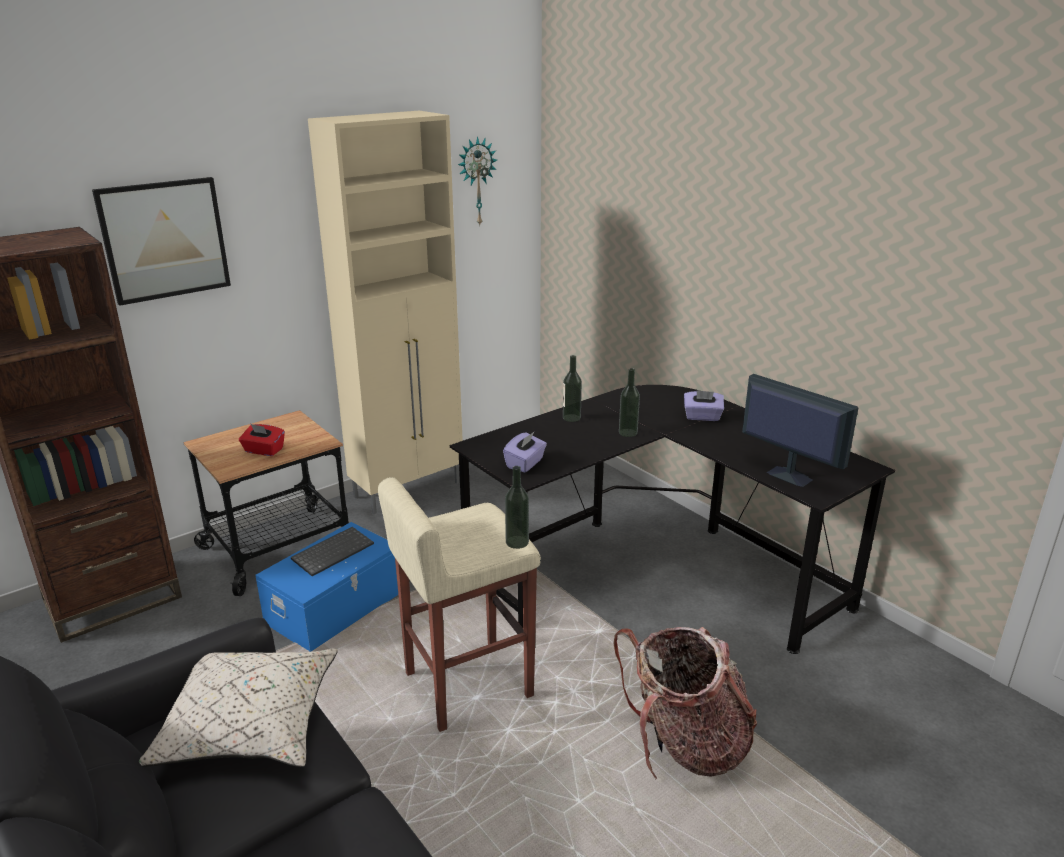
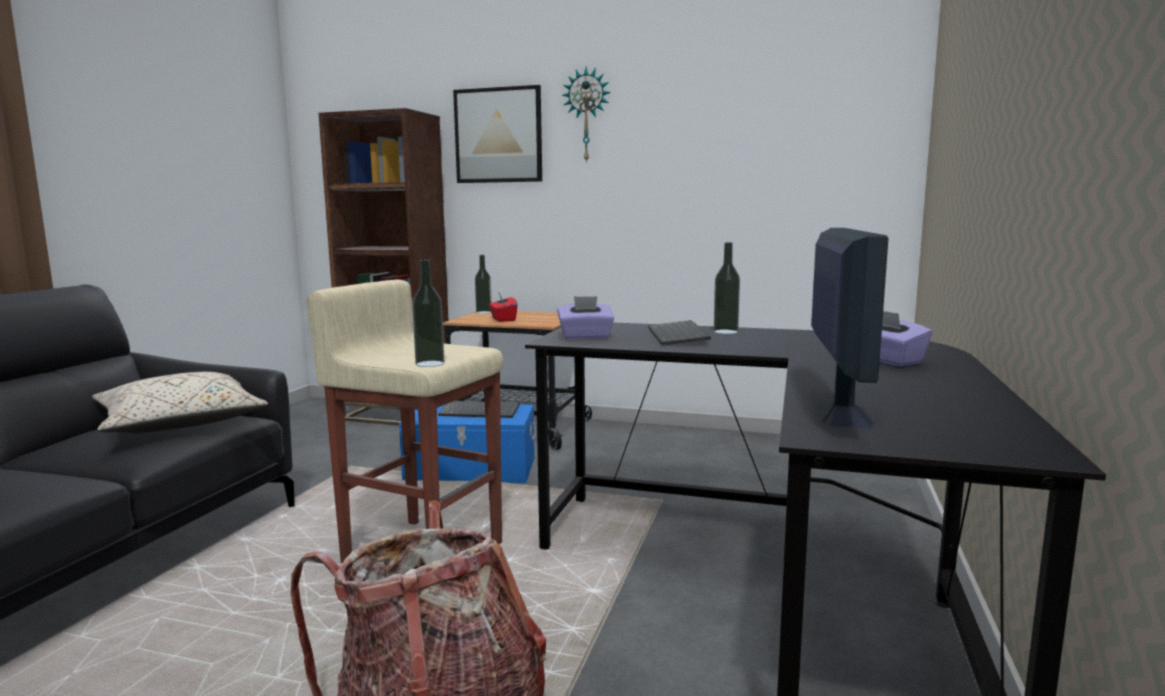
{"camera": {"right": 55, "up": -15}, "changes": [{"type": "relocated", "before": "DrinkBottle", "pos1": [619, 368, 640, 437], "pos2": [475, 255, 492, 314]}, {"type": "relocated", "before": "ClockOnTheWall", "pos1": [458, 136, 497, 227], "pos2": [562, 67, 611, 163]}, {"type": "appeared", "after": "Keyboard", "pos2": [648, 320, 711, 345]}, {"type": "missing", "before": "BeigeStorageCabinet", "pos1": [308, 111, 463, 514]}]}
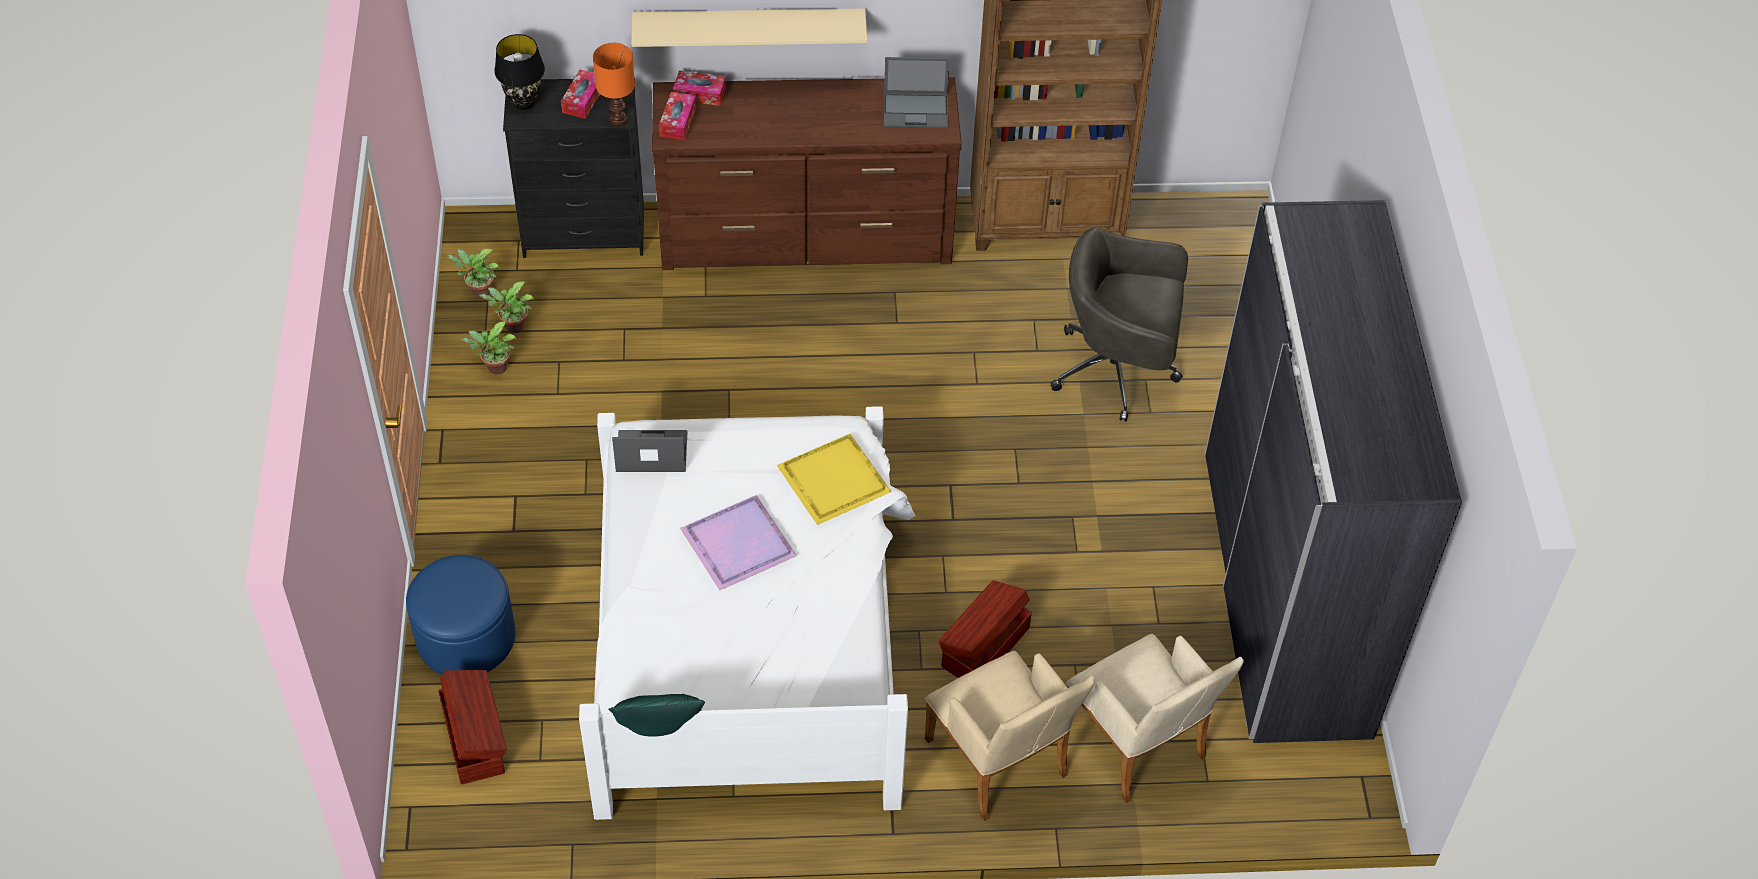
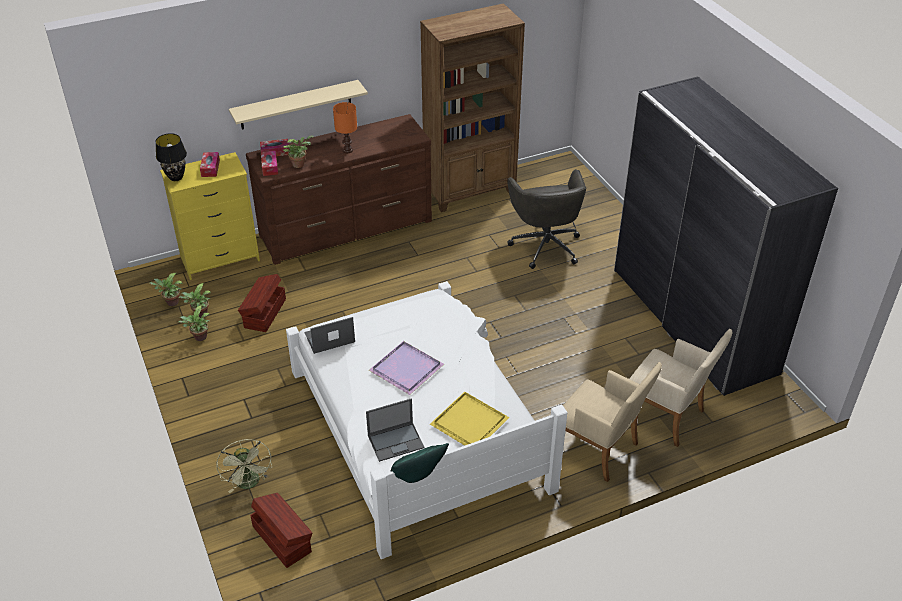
{"camera": {"right": -20, "up": -10}, "changes": [{"type": "colour", "before": "BlackDrawerChest", "after": "YellowDrawerChest", "pos1": [503, 79, 644, 258], "pos2": [160, 152, 260, 280]}, {"type": "exchanged", "before": "BlueColouredPouffe", "after": "GreenishCoolingFan", "pos1": [406, 555, 515, 675], "pos2": [216, 439, 272, 493]}, {"type": "relocated", "before": "BrownColouredStorageBox", "pos1": [939, 580, 1032, 678], "pos2": [238, 274, 286, 332]}, {"type": "appeared", "after": "PlantInAPot", "pos2": [283, 136, 314, 168]}, {"type": "relocated", "before": "OrangeTableLamp", "pos1": [593, 43, 635, 126], "pos2": [333, 102, 357, 153]}, {"type": "relocated", "before": "NotebookComputer", "pos1": [884, 57, 950, 128], "pos2": [366, 398, 425, 462]}, {"type": "relocated", "before": "YellowTray", "pos1": [777, 434, 892, 525], "pos2": [430, 392, 509, 446]}, {"type": "spun", "before": "GreyishOfficeChair", "pos1": [1051, 227, 1188, 421], "pos2": [507, 169, 586, 269], "turn": -90}]}
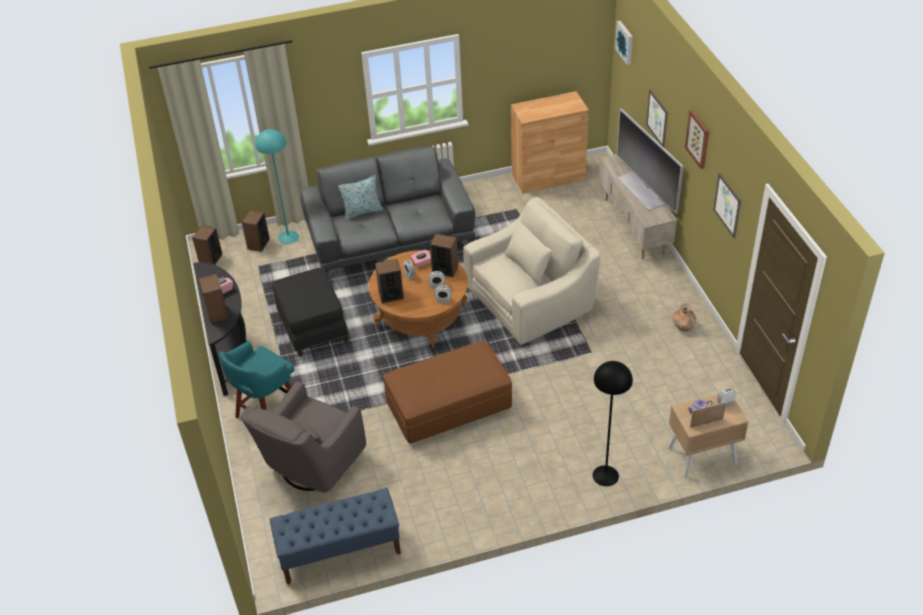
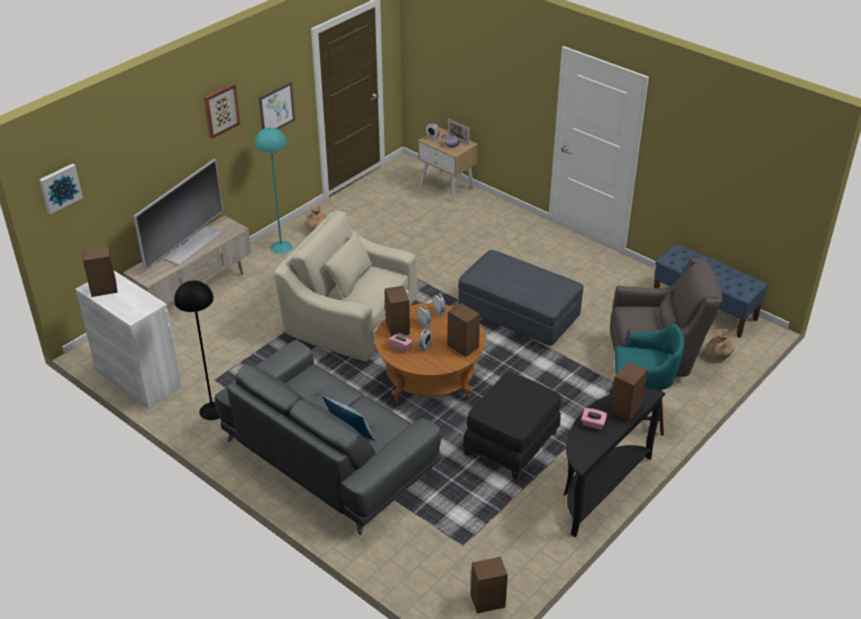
{"camera": {"right": -125, "up": -5}, "changes": [{"type": "colour", "before": "BrownColouredStorageCabinet", "after": "WhitishStorageCabinet", "pos1": [511, 91, 589, 193], "pos2": [75, 271, 182, 409]}, {"type": "relocated", "before": "AudioSpeaker", "pos1": [242, 210, 270, 252], "pos2": [82, 245, 118, 297]}, {"type": "relocated", "before": "BlackStandingLamp", "pos1": [593, 361, 633, 486], "pos2": [174, 280, 220, 420]}, {"type": "relocated", "before": "TurquoiseColouredStandingLamp", "pos1": [255, 129, 299, 244], "pos2": [255, 127, 292, 254]}, {"type": "colour", "before": "BrownColouredPouffe", "after": "GreyishPouffe", "pos1": [383, 341, 512, 443], "pos2": [458, 250, 583, 346]}, {"type": "appeared", "after": "BrownColouredDecorativeVase", "pos2": [707, 329, 735, 361]}, {"type": "missing", "before": "WallPicture", "pos1": [646, 89, 668, 147]}]}
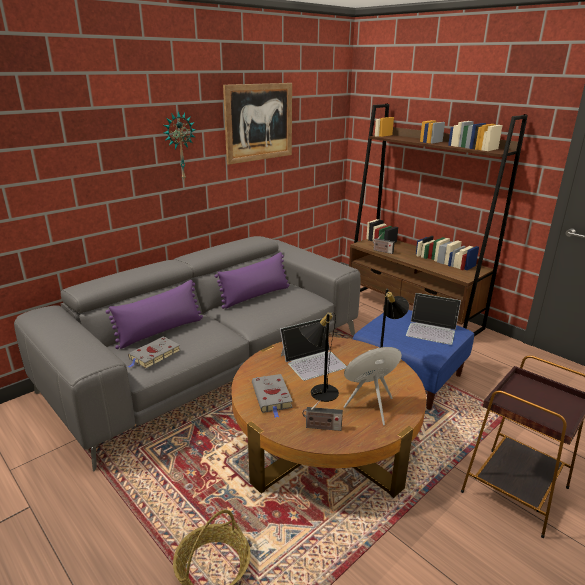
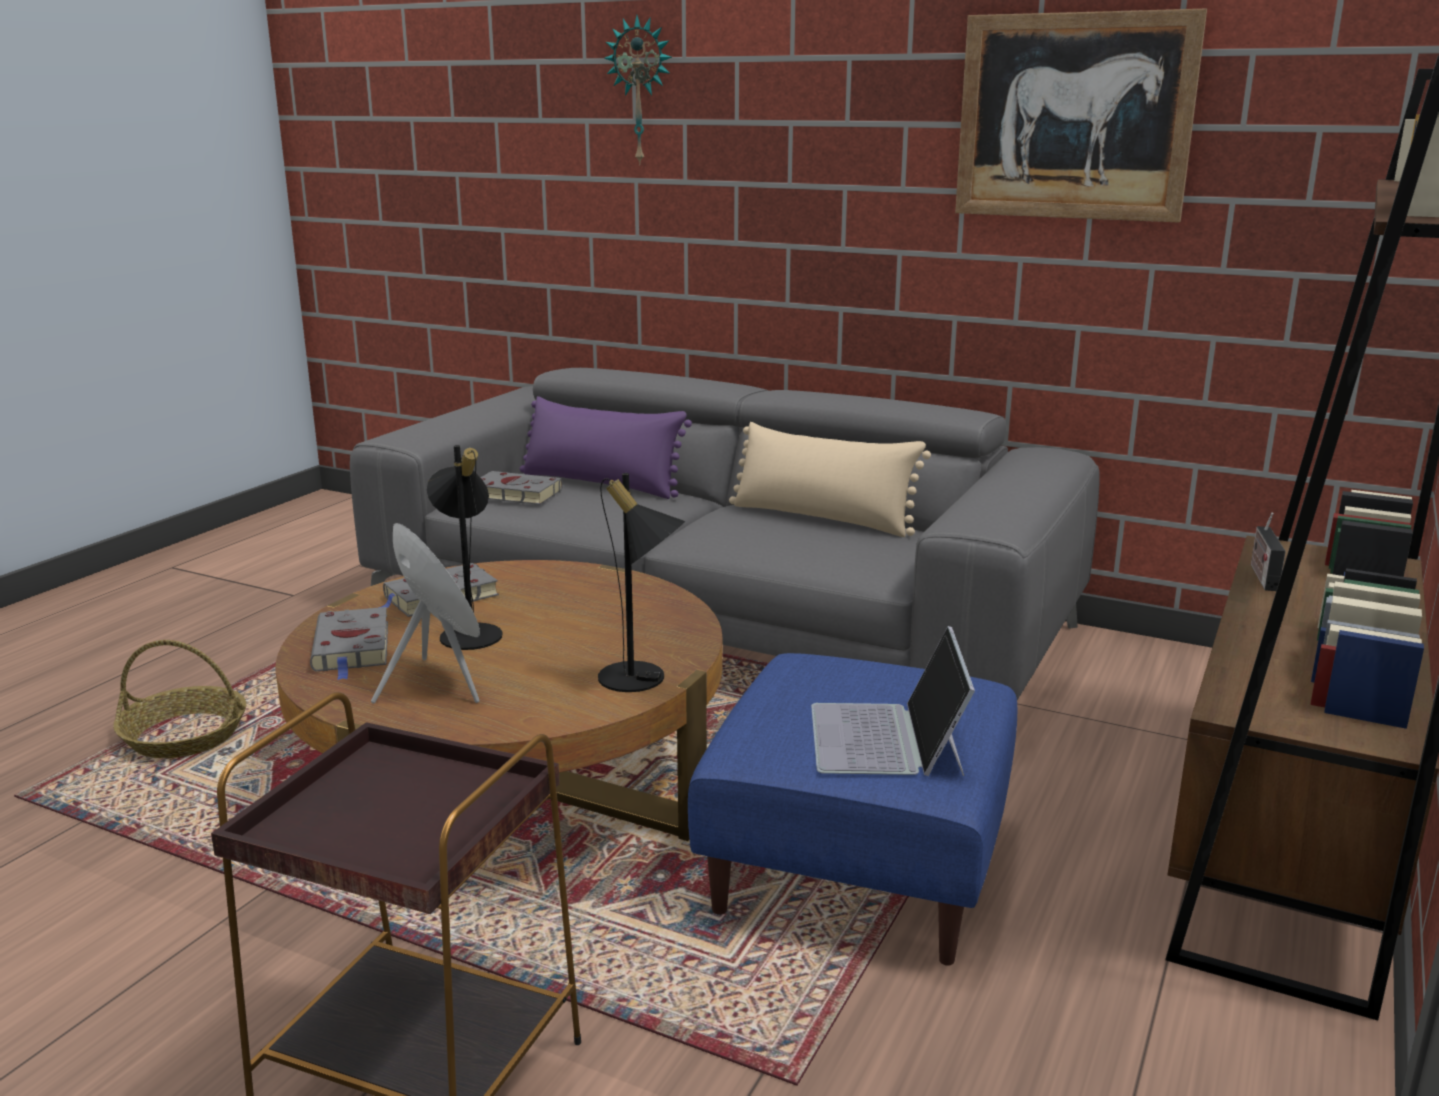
{"camera": {"right": 70, "up": -5}, "changes": [{"type": "exchanged", "before": "RadioReceiver", "after": "GreyishBoundBook", "pos1": [302, 400, 343, 431], "pos2": [310, 607, 388, 680]}, {"type": "relocated", "before": "ClockOnTheWall", "pos1": [164, 111, 196, 179], "pos2": [604, 15, 672, 165]}, {"type": "colour", "before": "PurplishCushion", "after": "BeigeCushion", "pos1": [215, 252, 289, 309], "pos2": [729, 422, 931, 537]}, {"type": "missing", "before": "NotebookComputer", "pos1": [280, 318, 347, 381]}]}
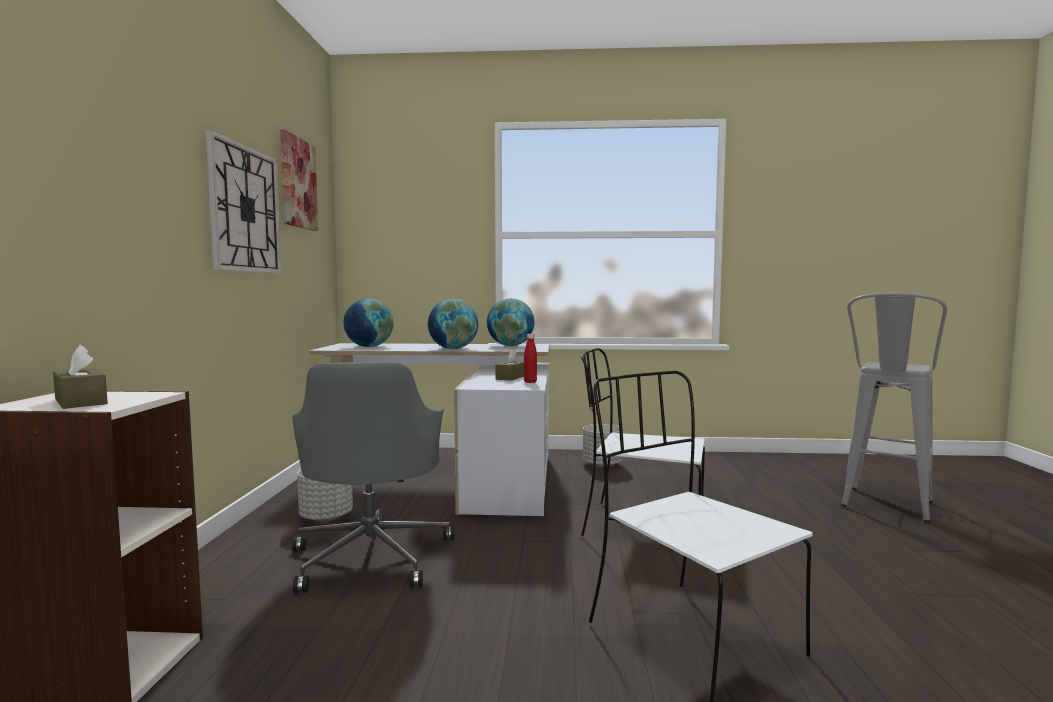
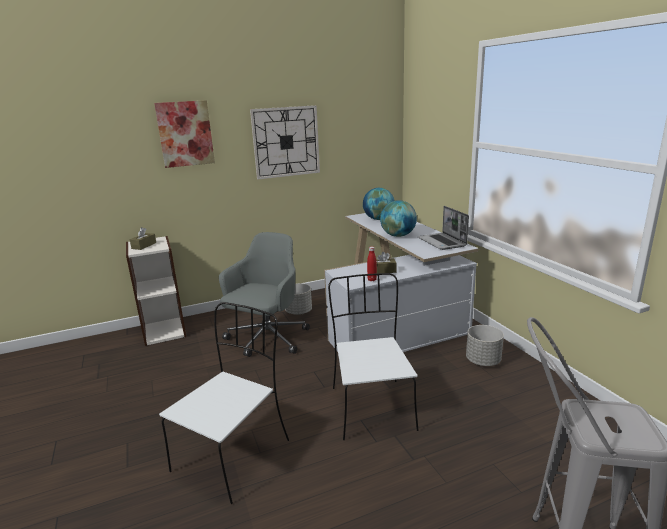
{"camera": {"right": 65, "up": 15}, "changes": [{"type": "relocated", "before": "WallPicture", "pos1": [280, 130, 318, 231], "pos2": [154, 100, 215, 168]}, {"type": "spun", "before": "GreyishOfficeChair", "pos1": [292, 362, 454, 593], "pos2": [219, 232, 310, 357], "turn": 150}, {"type": "exchanged", "before": "DeskGlobe", "after": "NotebookComputer", "pos1": [487, 298, 535, 346], "pos2": [418, 206, 469, 250]}]}
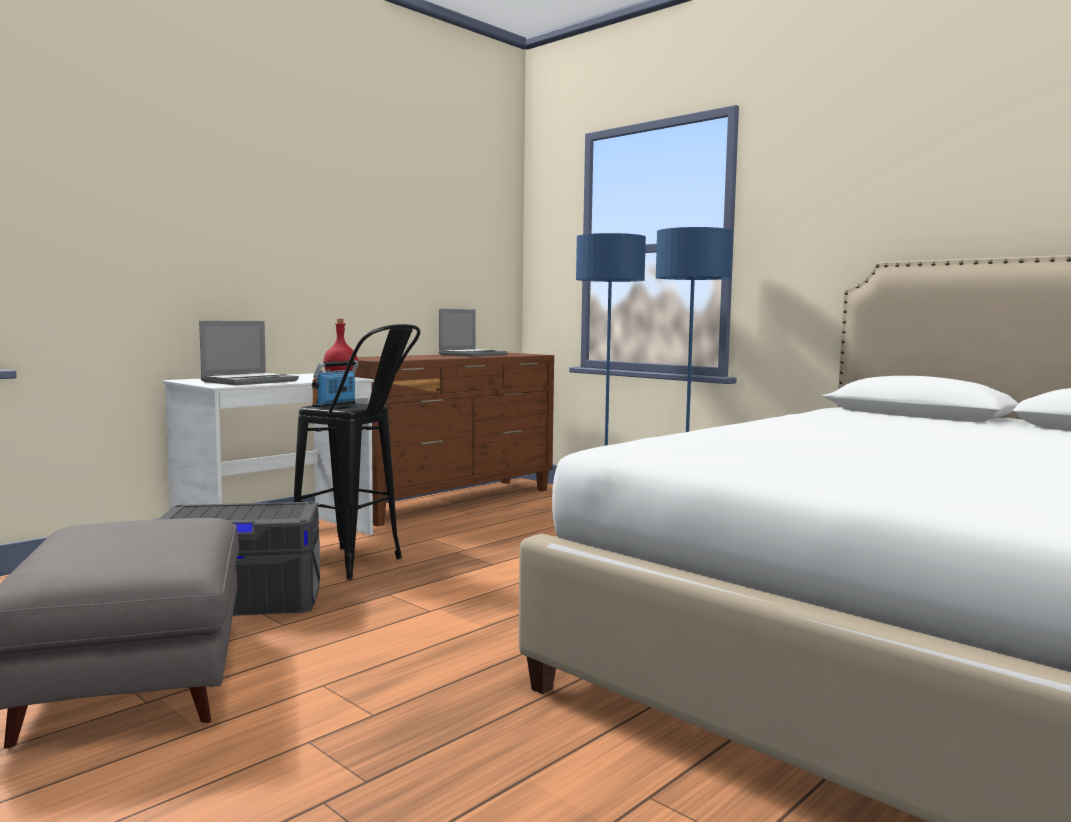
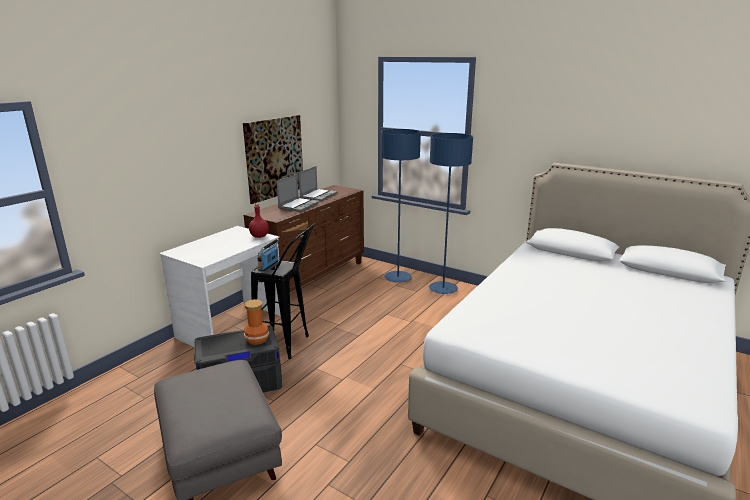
{"camera": {"right": -10, "up": 15}, "changes": [{"type": "appeared", "after": "WallPicture", "pos2": [243, 115, 303, 204]}, {"type": "appeared", "after": "DecorativeVase", "pos2": [244, 299, 269, 345]}, {"type": "relocated", "before": "NotebookComputer", "pos1": [199, 321, 299, 385], "pos2": [276, 174, 320, 212]}]}
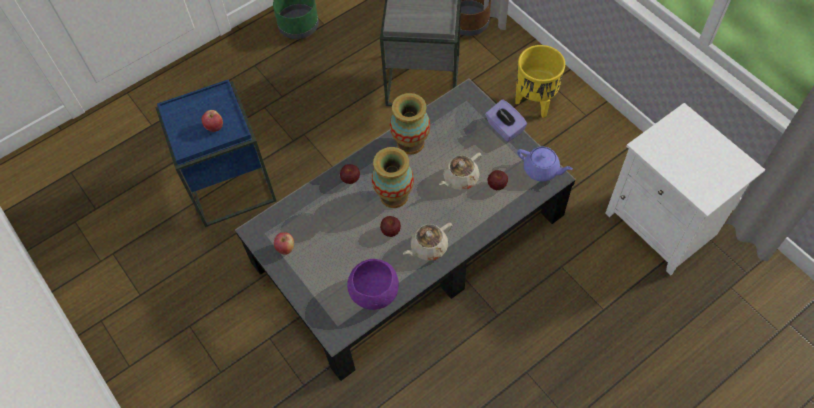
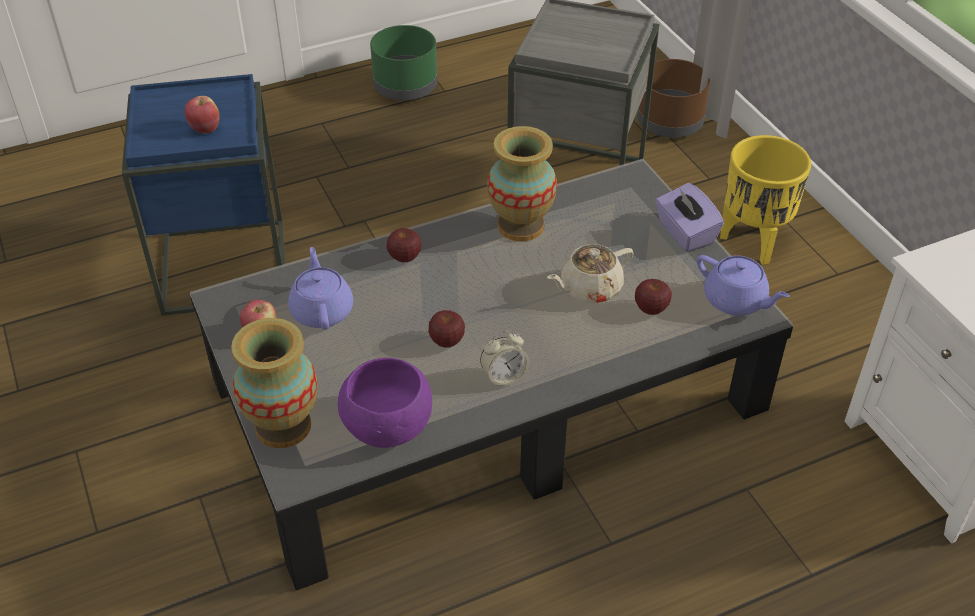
{"camera": {"right": 10, "up": -15}, "changes": [{"type": "relocated", "before": "DecorativeVase", "pos1": [372, 147, 414, 208], "pos2": [231, 318, 318, 448]}, {"type": "appeared", "after": "PurplishTeaPot", "pos2": [288, 247, 353, 330]}, {"type": "exchanged", "before": "BeigeTeaPot", "after": "AlarmClock", "pos1": [403, 223, 452, 261], "pos2": [480, 330, 529, 387]}]}
